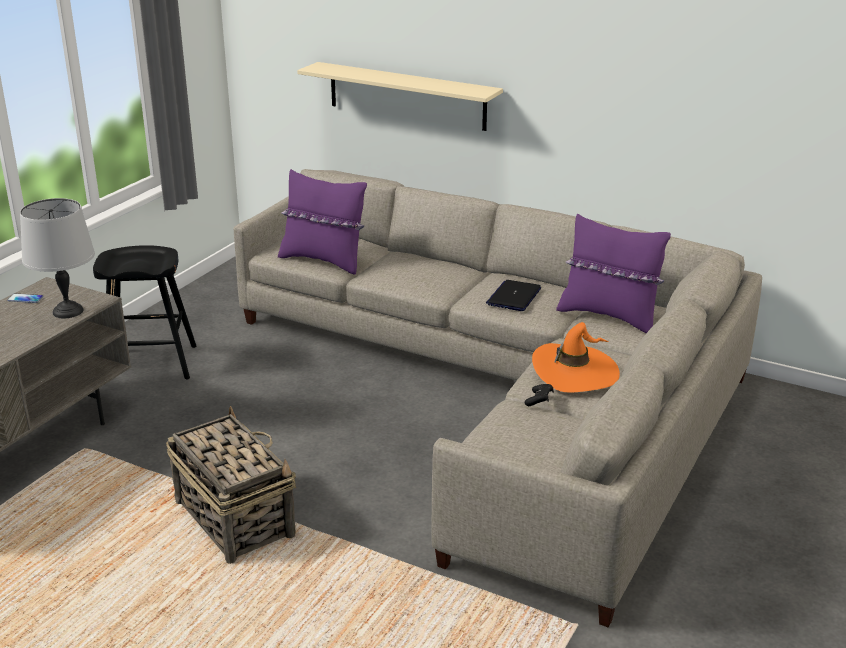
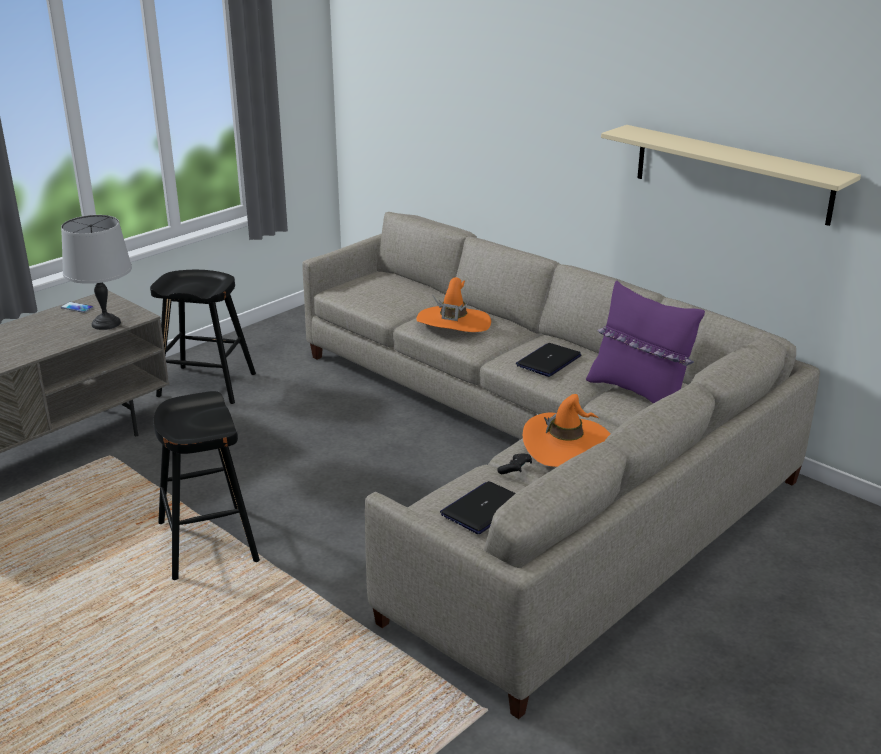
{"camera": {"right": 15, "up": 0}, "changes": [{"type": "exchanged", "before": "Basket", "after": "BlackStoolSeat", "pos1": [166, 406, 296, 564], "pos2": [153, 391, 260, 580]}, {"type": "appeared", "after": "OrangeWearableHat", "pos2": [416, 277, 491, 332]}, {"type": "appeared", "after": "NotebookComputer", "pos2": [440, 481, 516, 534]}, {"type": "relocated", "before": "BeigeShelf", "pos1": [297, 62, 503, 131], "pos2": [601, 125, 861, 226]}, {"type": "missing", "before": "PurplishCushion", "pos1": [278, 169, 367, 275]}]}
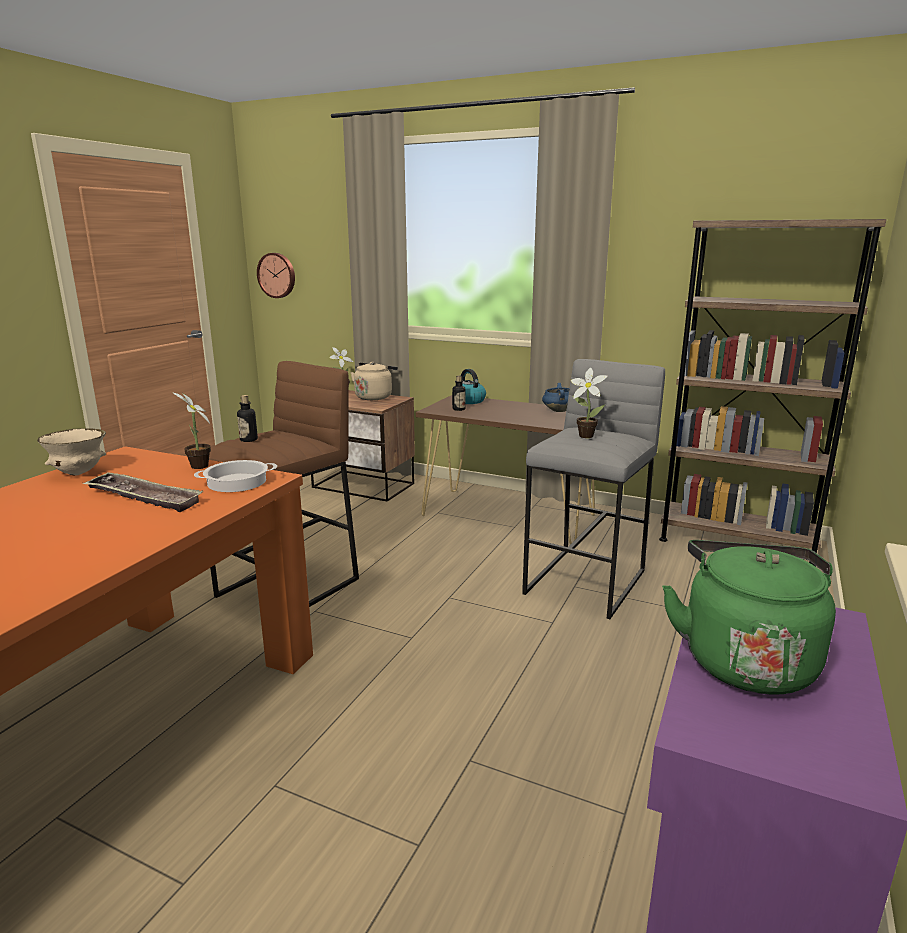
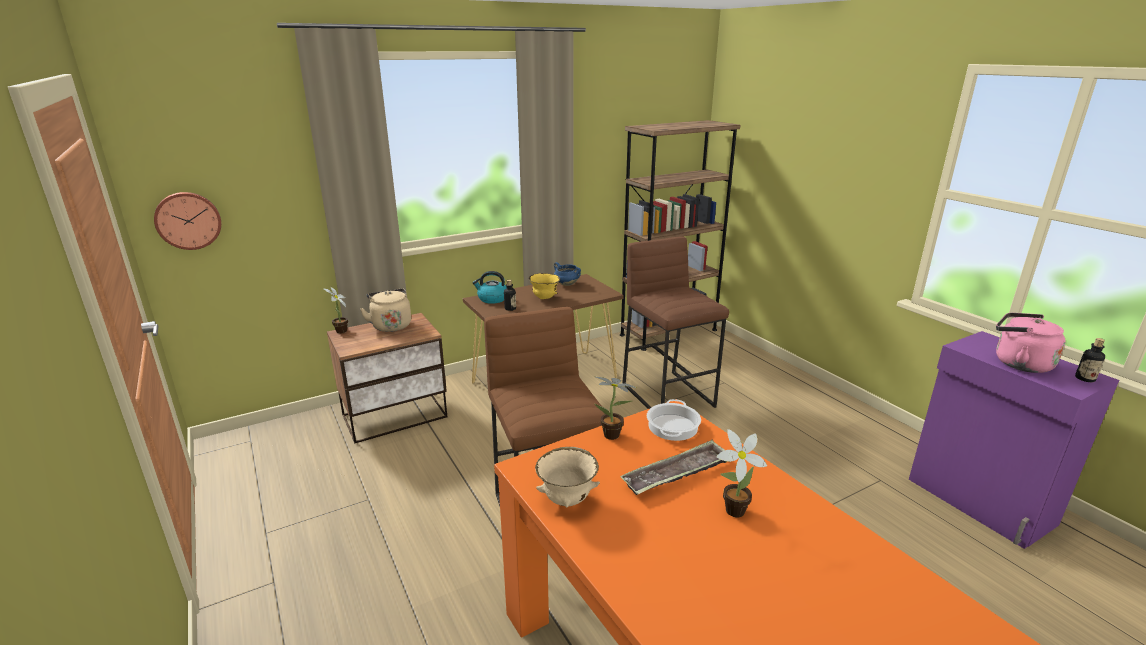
{"camera": {"right": -55, "up": 5}, "changes": [{"type": "appeared", "after": "YellowBowl", "pos2": [528, 273, 560, 299]}, {"type": "colour", "before": "GreyishStoolSeat", "after": "BrownColouredStoolSeat", "pos1": [522, 359, 665, 619], "pos2": [622, 236, 729, 409]}, {"type": "relocated", "before": "PlantInAPot", "pos1": [571, 368, 608, 438], "pos2": [716, 429, 767, 517]}, {"type": "colour", "before": "GreenishKettle", "after": "PinkKettle", "pos1": [662, 540, 836, 695], "pos2": [996, 313, 1066, 373]}, {"type": "relocated", "before": "DrinkBottle", "pos1": [237, 395, 258, 442], "pos2": [1075, 338, 1105, 382]}]}
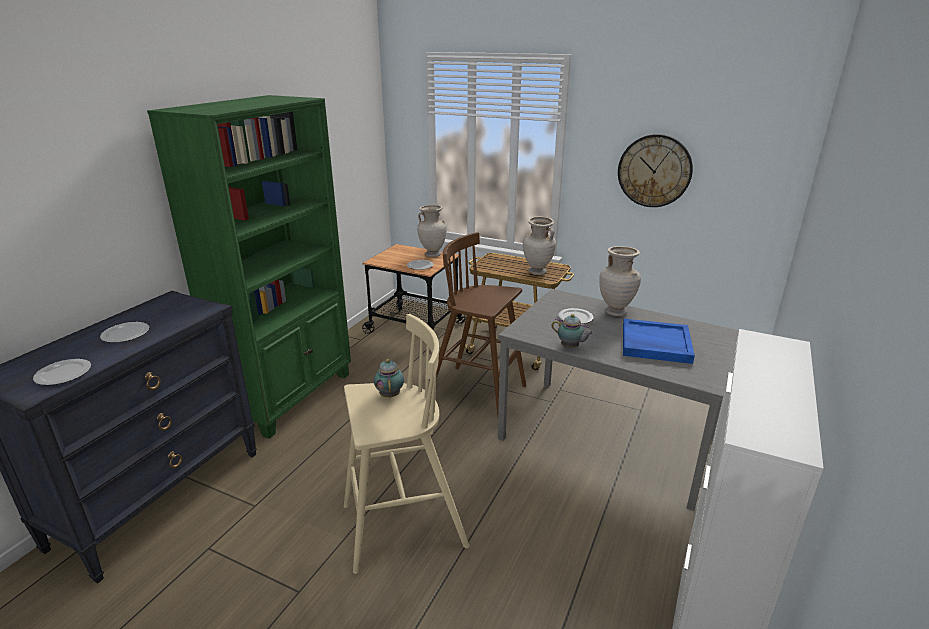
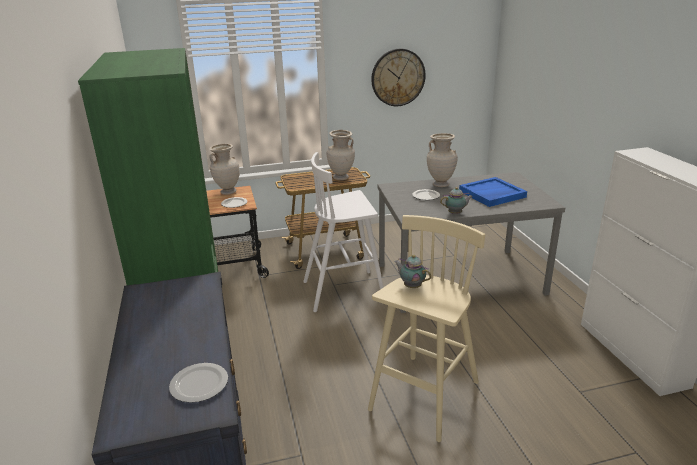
{"camera": {"right": -40, "up": 0}, "changes": [{"type": "colour", "before": "BrownColouredStoolSeat", "after": "WhitishStoolSeat", "pos1": [436, 232, 526, 416], "pos2": [303, 152, 383, 312]}, {"type": "missing", "before": "DinnerPlate", "pos1": [100, 322, 150, 343]}]}
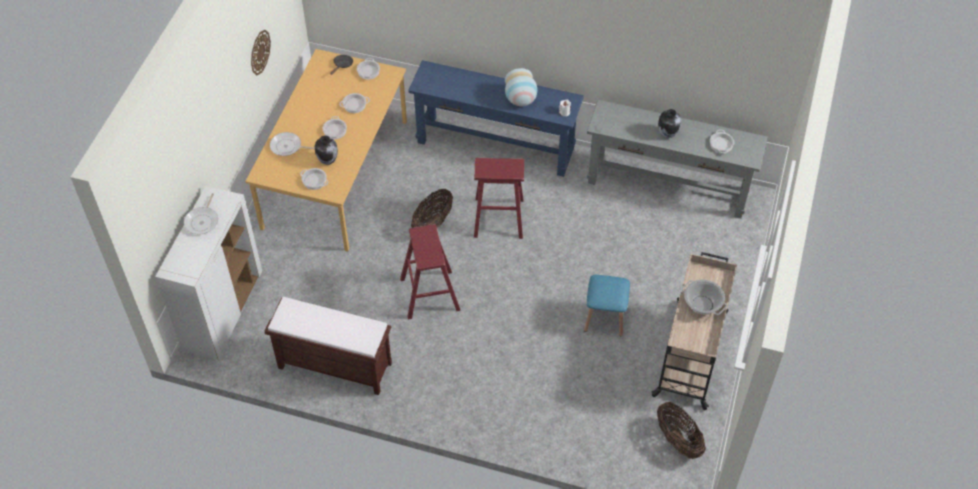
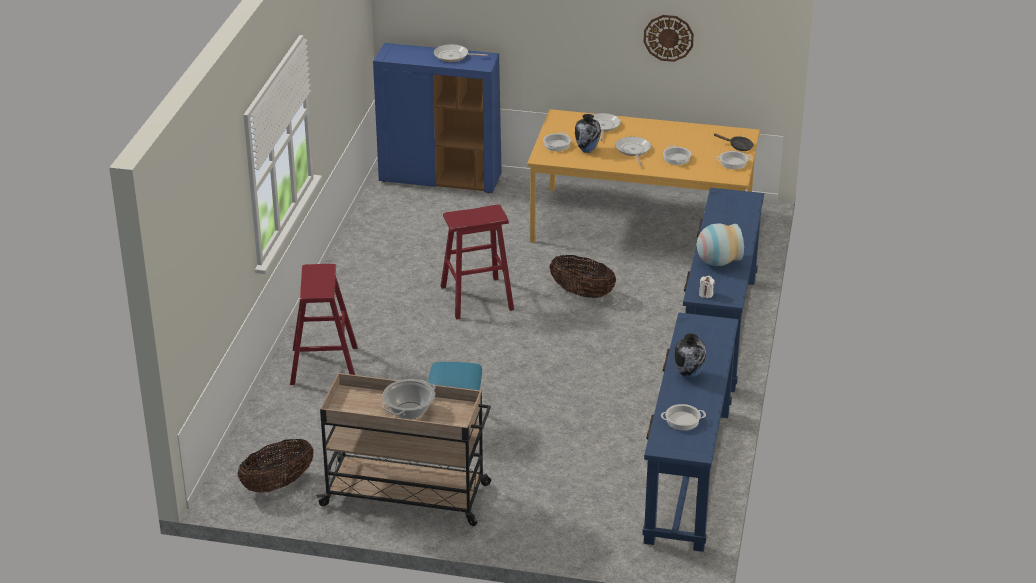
{"camera": {"right": 85, "up": -20}, "changes": [{"type": "relocated", "before": "RedColouredStoolSeat", "pos1": [474, 158, 524, 239], "pos2": [290, 264, 357, 385]}, {"type": "colour", "before": "WhitishStorageCabinet", "after": "BlueColouredStorageCabinet", "pos1": [155, 187, 262, 360], "pos2": [373, 43, 502, 193]}, {"type": "exchanged", "before": "Stockpot", "after": "Pan", "pos1": [323, 116, 347, 139], "pos2": [615, 137, 651, 166]}, {"type": "colour", "before": "GreyishConsoleTable", "after": "BlueColouredConsoleTable", "pos1": [587, 100, 767, 218], "pos2": [642, 313, 738, 552]}, {"type": "missing", "before": "BrownColouredBench", "pos1": [265, 297, 392, 395]}]}
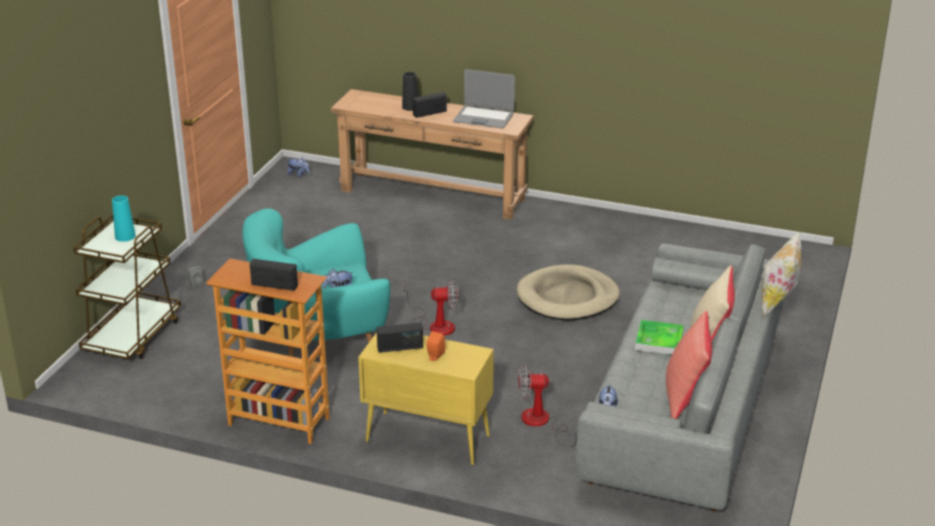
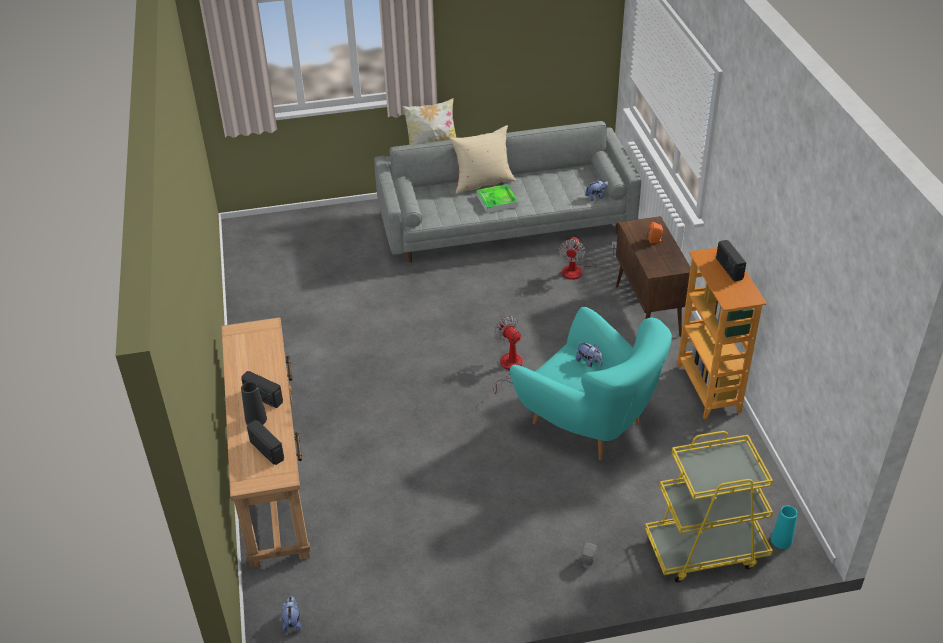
{"camera": {"right": -120, "up": 10}, "changes": [{"type": "relocated", "before": "RadioReceiver", "pos1": [377, 323, 423, 353], "pos2": [247, 420, 284, 465]}, {"type": "spun", "before": "CoolingFan", "pos1": [518, 364, 577, 447], "pos2": [559, 237, 617, 280], "turn": 45}, {"type": "colour", "before": "YellowStorageCabinet", "after": "BrownColouredStorageCabinet", "pos1": [358, 332, 494, 465], "pos2": [616, 216, 690, 337]}, {"type": "colour", "before": "BrownColouredTrolley", "after": "YellowTrolley", "pos1": [73, 214, 181, 359], "pos2": [645, 431, 773, 582]}, {"type": "relocated", "before": "TurquoiseColouredDecorativeVase", "pos1": [112, 195, 136, 242], "pos2": [771, 506, 798, 549]}, {"type": "missing", "before": "NotebookComputer", "pos1": [453, 69, 515, 128]}, {"type": "missing", "before": "BeigeDogCushion", "pos1": [517, 264, 620, 320]}, {"type": "missing", "before": "RedColouredCushion", "pos1": [666, 311, 712, 419]}]}
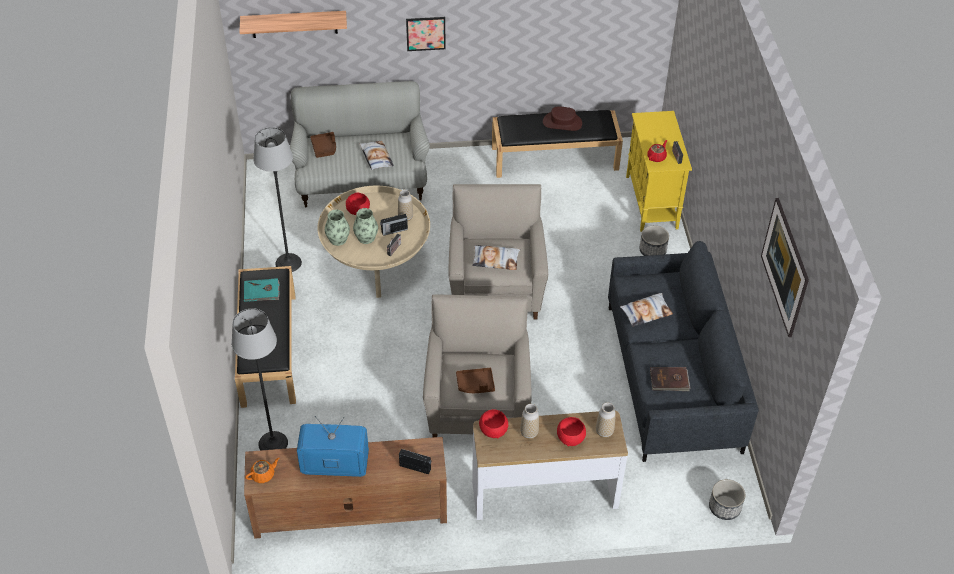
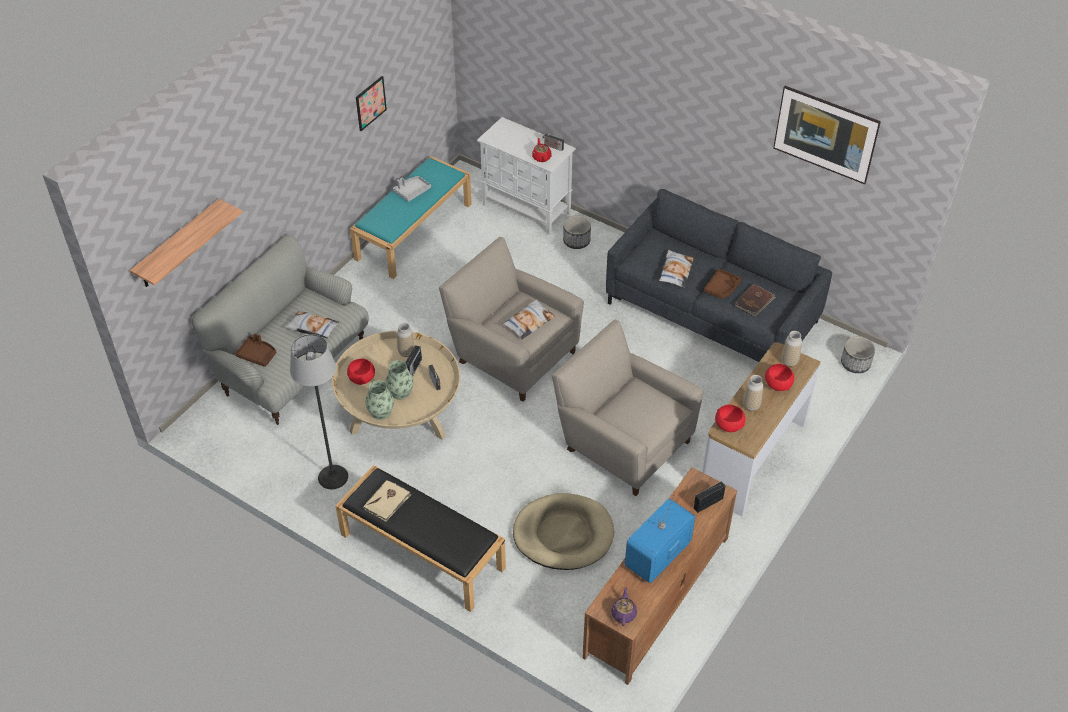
{"camera": {"right": -50, "up": 0}, "changes": [{"type": "colour", "before": "BlackBench", "after": "TurquoiseColouredBench", "pos1": [492, 110, 623, 178], "pos2": [350, 156, 472, 279]}, {"type": "relocated", "before": "WallPicture", "pos1": [406, 17, 446, 51], "pos2": [356, 76, 387, 131]}, {"type": "colour", "before": "TurquoiseColouredBoundBook", "after": "BeigeBoundBook", "pos1": [244, 278, 280, 302], "pos2": [363, 480, 411, 522]}, {"type": "exchanged", "before": "BrownColouredWearableHat", "after": "GreyishTray", "pos1": [543, 107, 582, 131], "pos2": [393, 176, 431, 202]}, {"type": "colour", "before": "YellowStorageCabinet", "after": "WhitishStorageCabinet", "pos1": [626, 111, 692, 232], "pos2": [477, 117, 576, 235]}, {"type": "appeared", "after": "BeigeDogCushion", "pos2": [513, 493, 614, 570]}, {"type": "colour", "before": "OrangeTeaPot", "after": "PurplishTeaPot", "pos1": [245, 458, 280, 483], "pos2": [611, 587, 637, 626]}, {"type": "relocated", "before": "BrownColouredTray", "pos1": [456, 368, 495, 393], "pos2": [704, 269, 742, 299]}, {"type": "missing", "before": "StandingLamp", "pos1": [232, 308, 288, 451]}]}
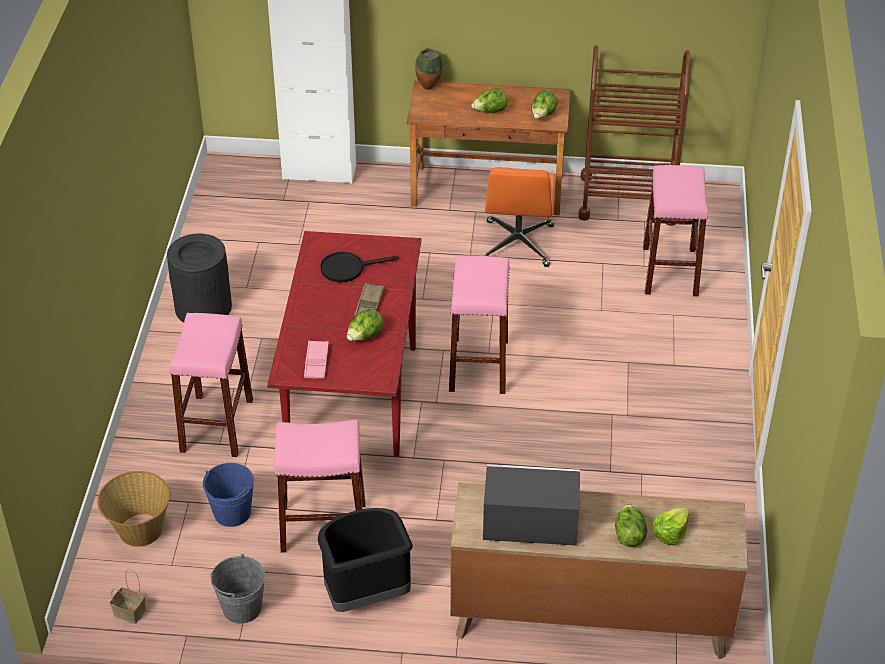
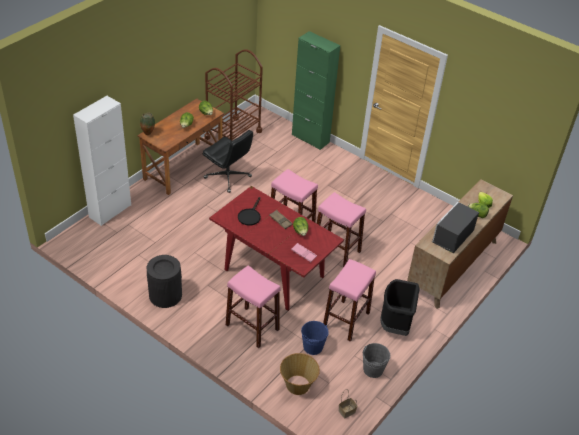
{"camera": {"right": -60, "up": 0}, "changes": [{"type": "colour", "before": "OrangeOfficeChair", "after": "BlackOfficeChair", "pos1": [485, 167, 555, 267], "pos2": [203, 130, 253, 193]}, {"type": "appeared", "after": "GreenishStorageCabinet", "pos2": [292, 31, 340, 150]}, {"type": "relocated", "before": "PinkStoolSeat", "pos1": [643, 165, 708, 297], "pos2": [317, 192, 366, 267]}]}
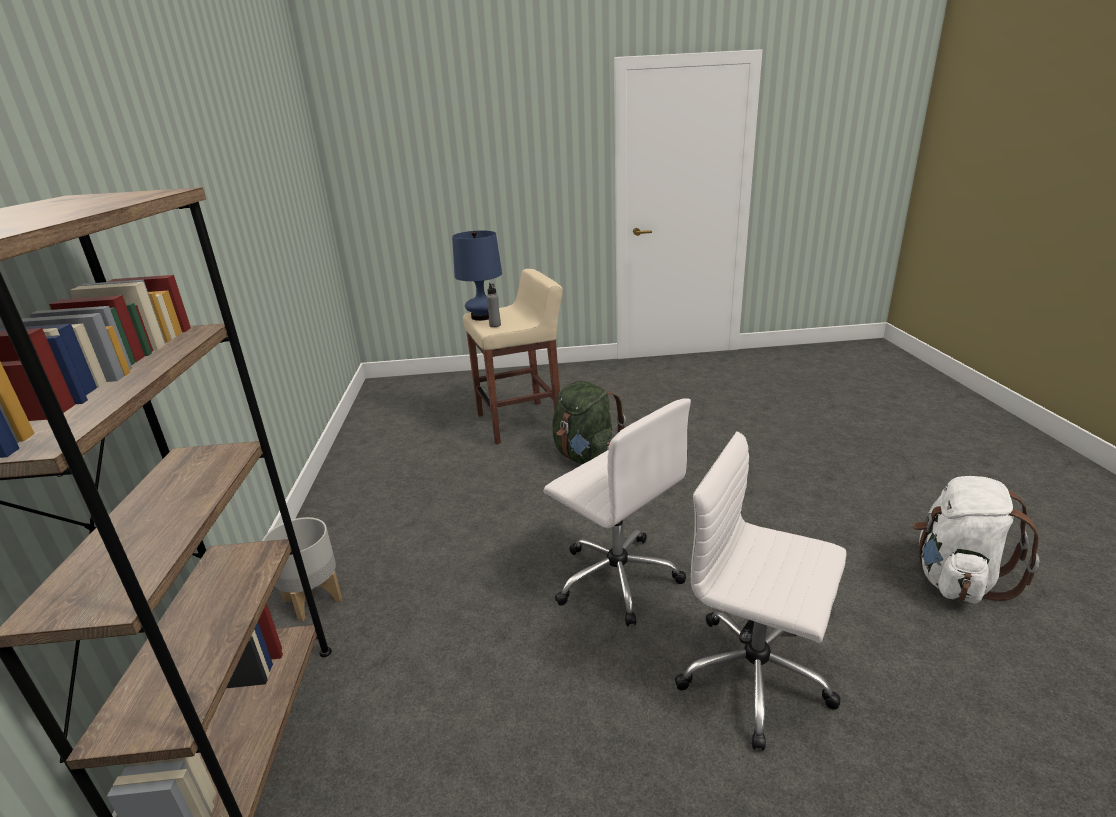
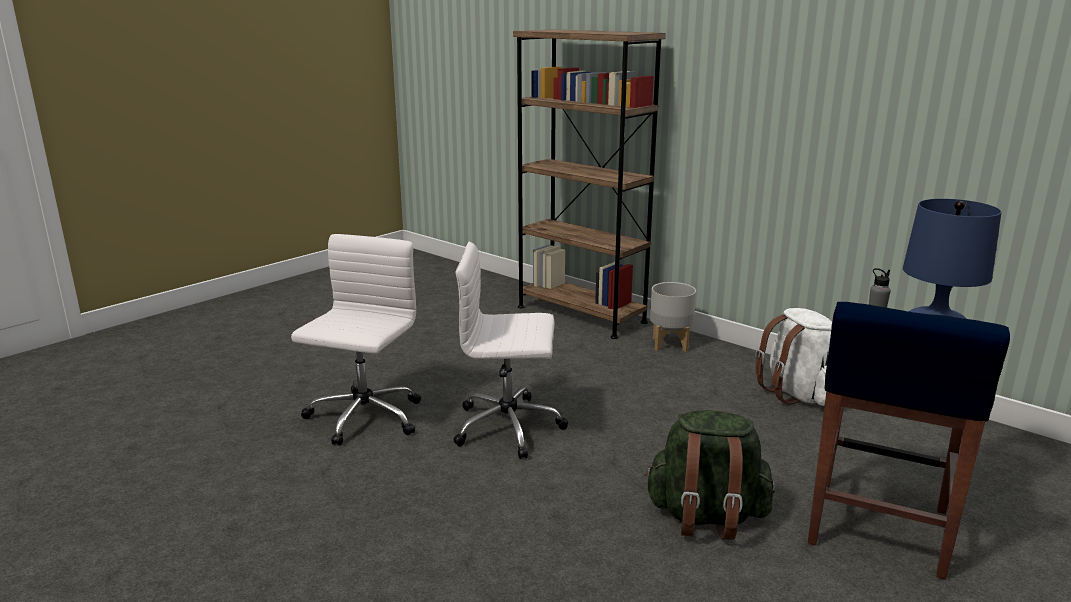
{"camera": {"right": 135, "up": -5}, "changes": [{"type": "spun", "before": "WhitishOfficeChair", "pos1": [675, 431, 846, 751], "pos2": [291, 234, 421, 446], "turn": -60}, {"type": "relocated", "before": "WhitishKnapsack", "pos1": [913, 476, 1039, 604], "pos2": [755, 308, 832, 406]}, {"type": "colour", "before": "BeigeStoolSeat", "after": "BlueColouredStoolSeat", "pos1": [463, 269, 563, 444], "pos2": [808, 302, 1010, 580]}]}
